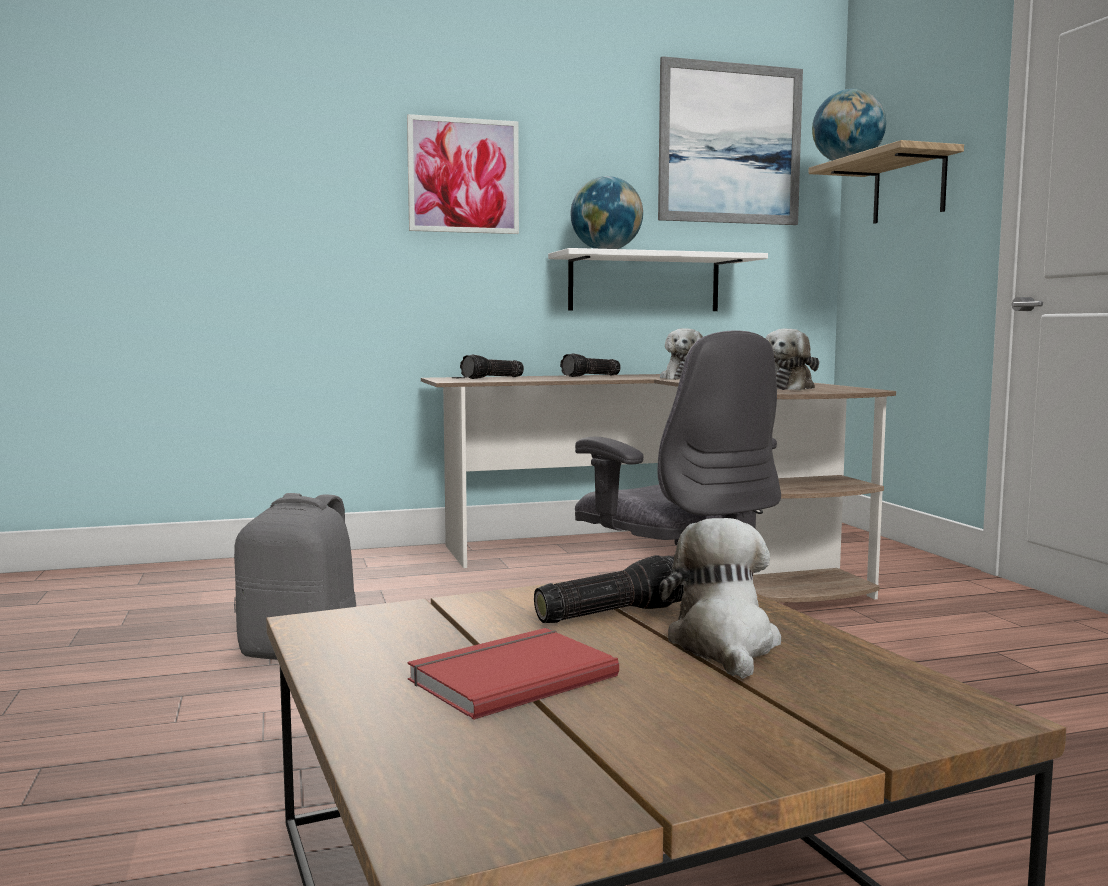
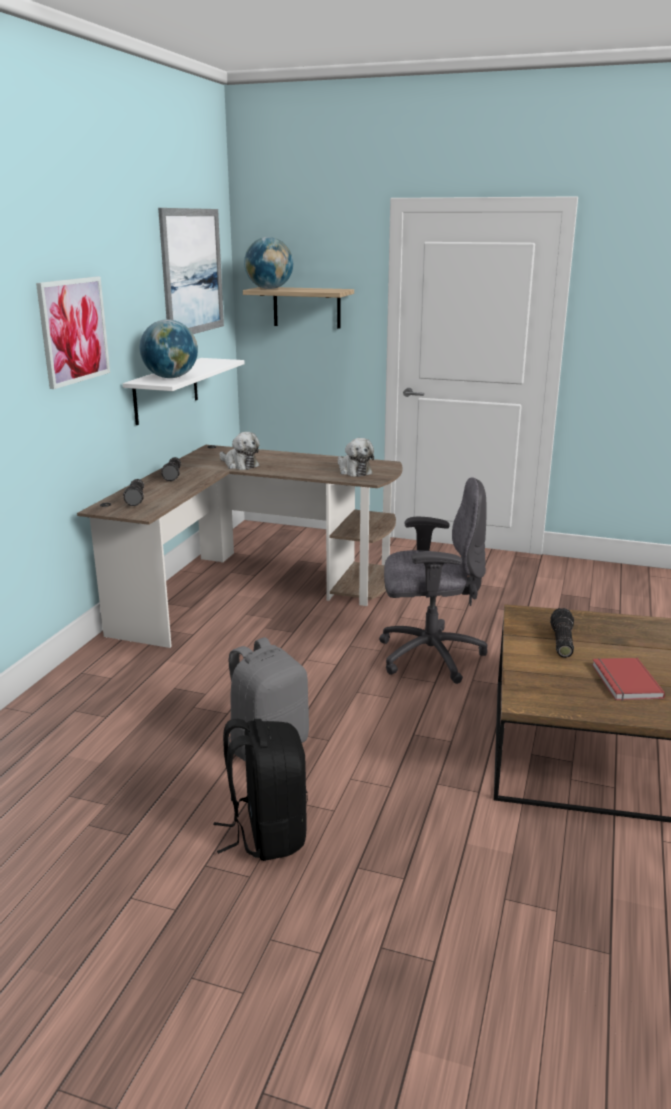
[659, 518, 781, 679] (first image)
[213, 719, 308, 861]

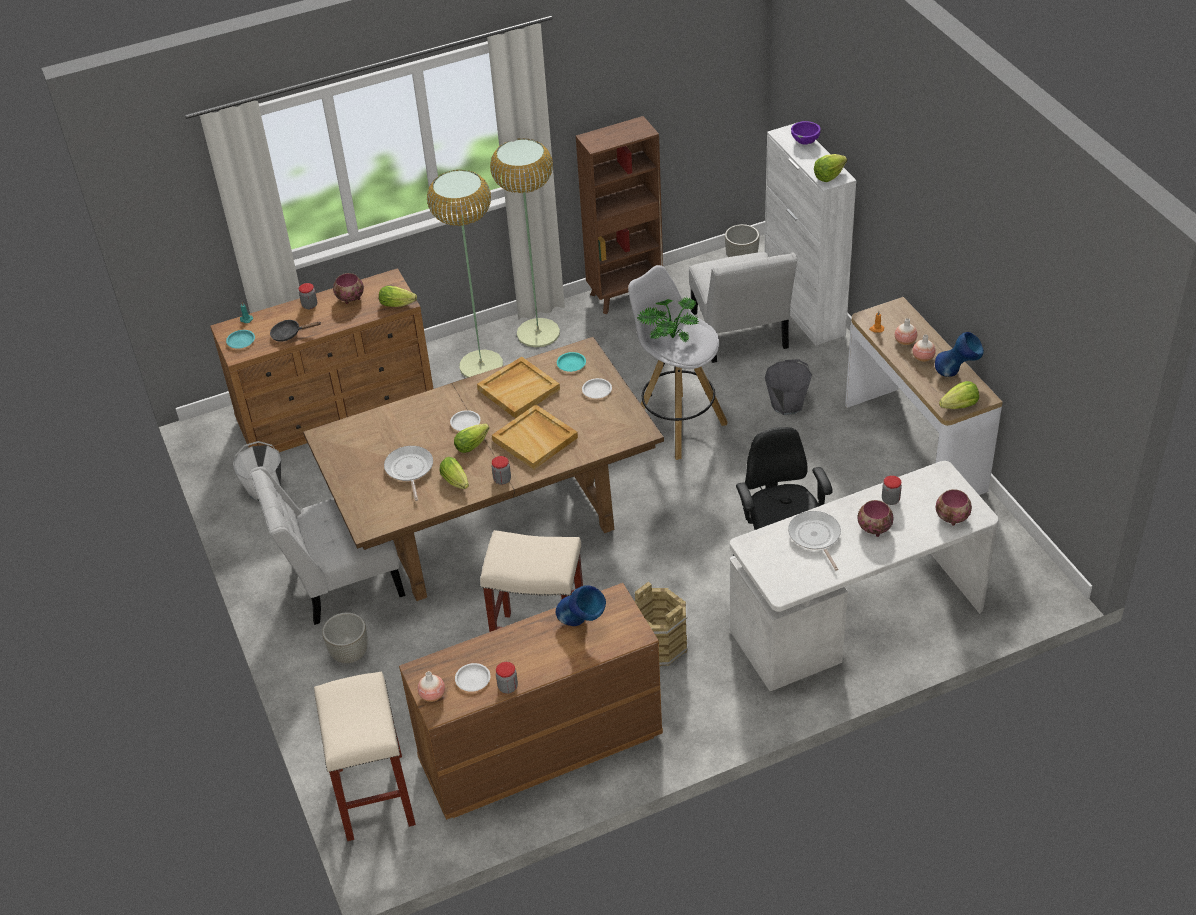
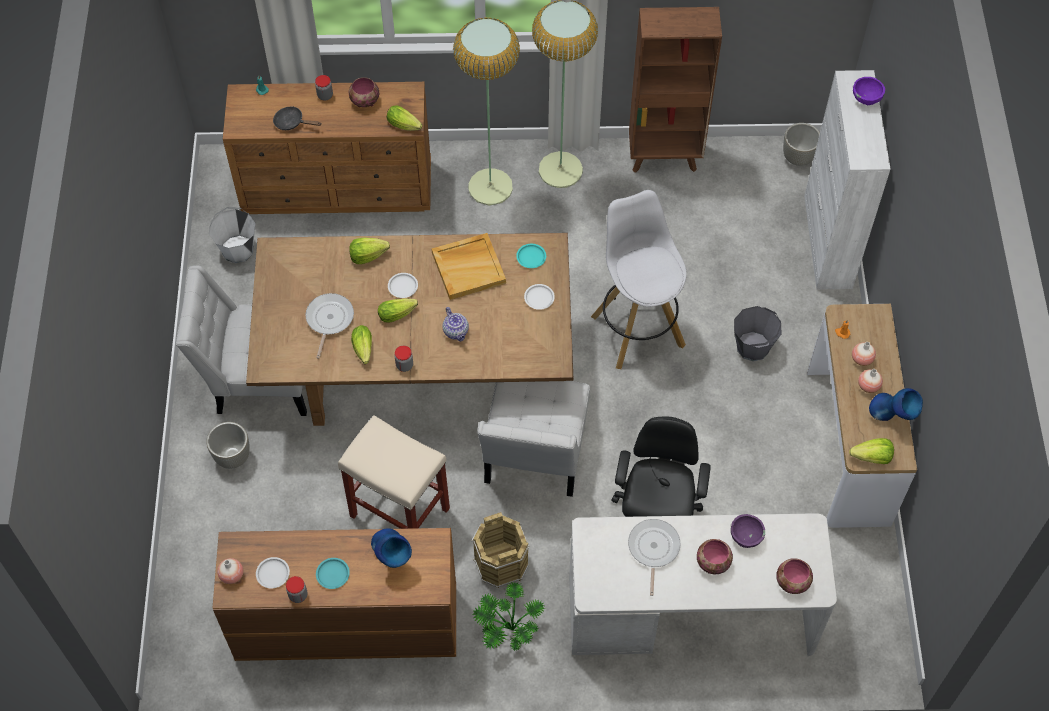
[349, 238, 390, 264]
[477, 381, 590, 497]
[472, 582, 545, 652]
[316, 558, 350, 589]
[442, 307, 469, 341]
[731, 514, 765, 548]
[314, 671, 416, 841] (first image)

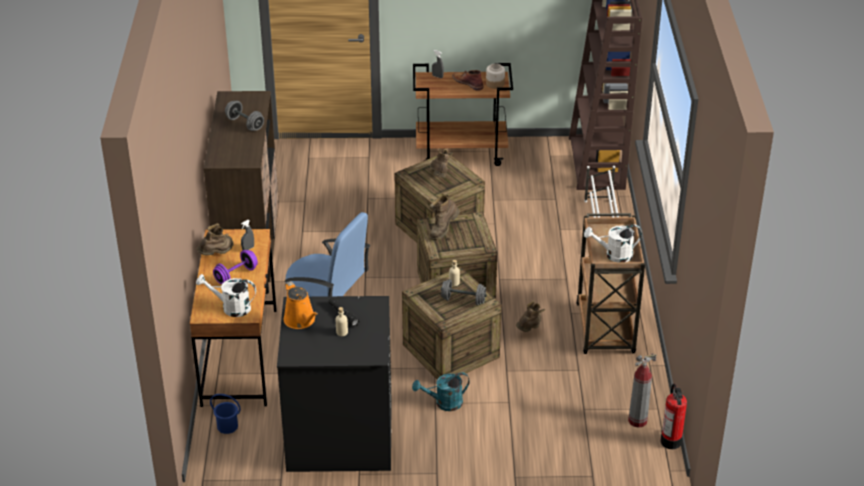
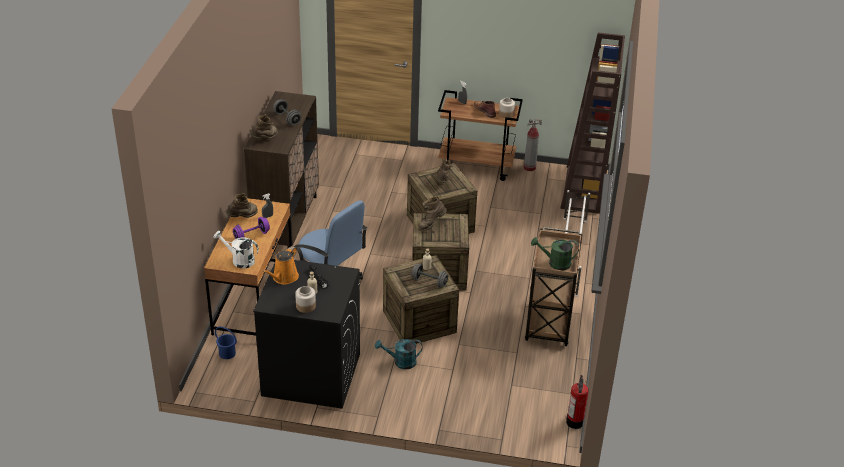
[531, 237, 579, 270]
[263, 246, 299, 285]
[249, 115, 278, 139]
[524, 119, 542, 171]
[295, 286, 316, 313]

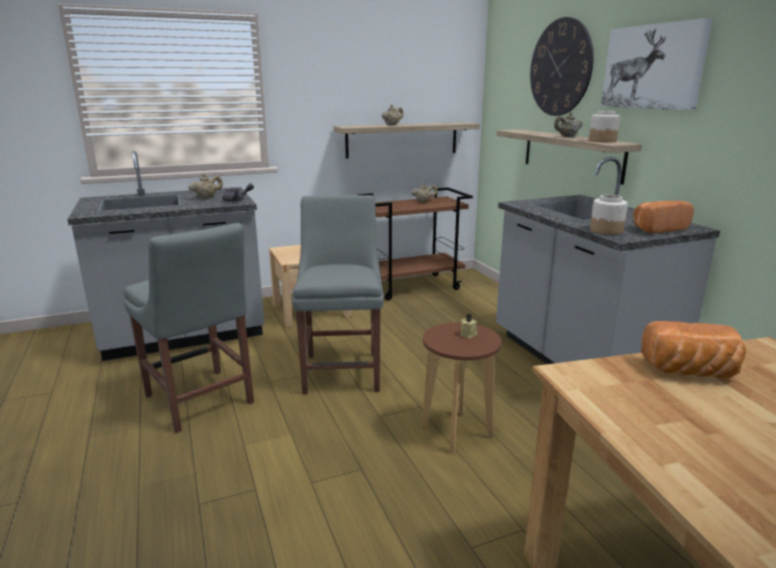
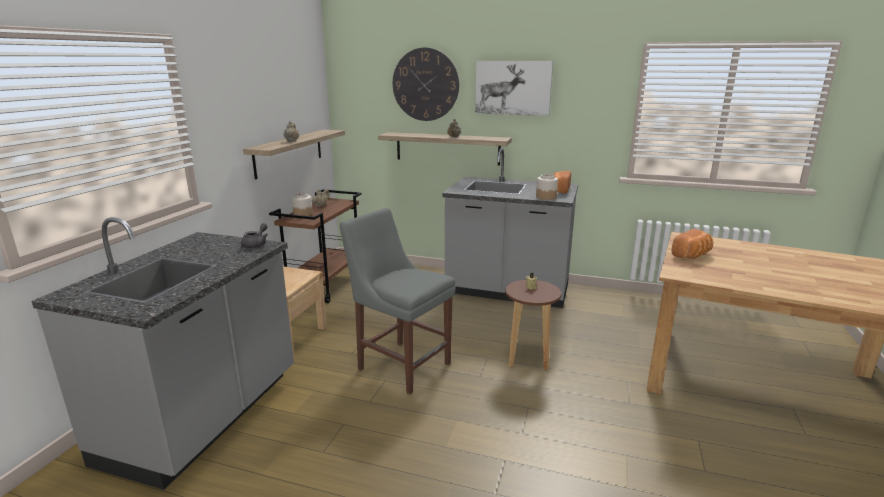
[292, 193, 313, 216]
[188, 173, 223, 198] (first image)
[124, 223, 254, 433] (first image)

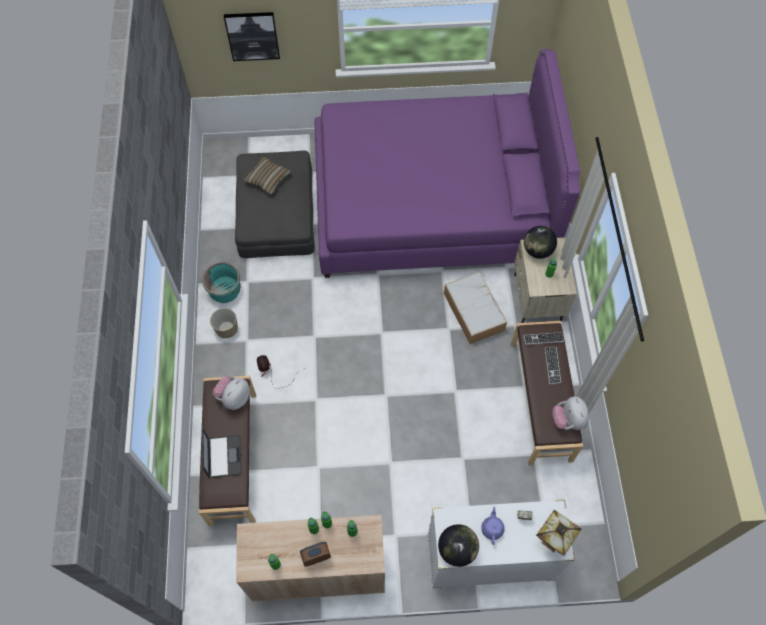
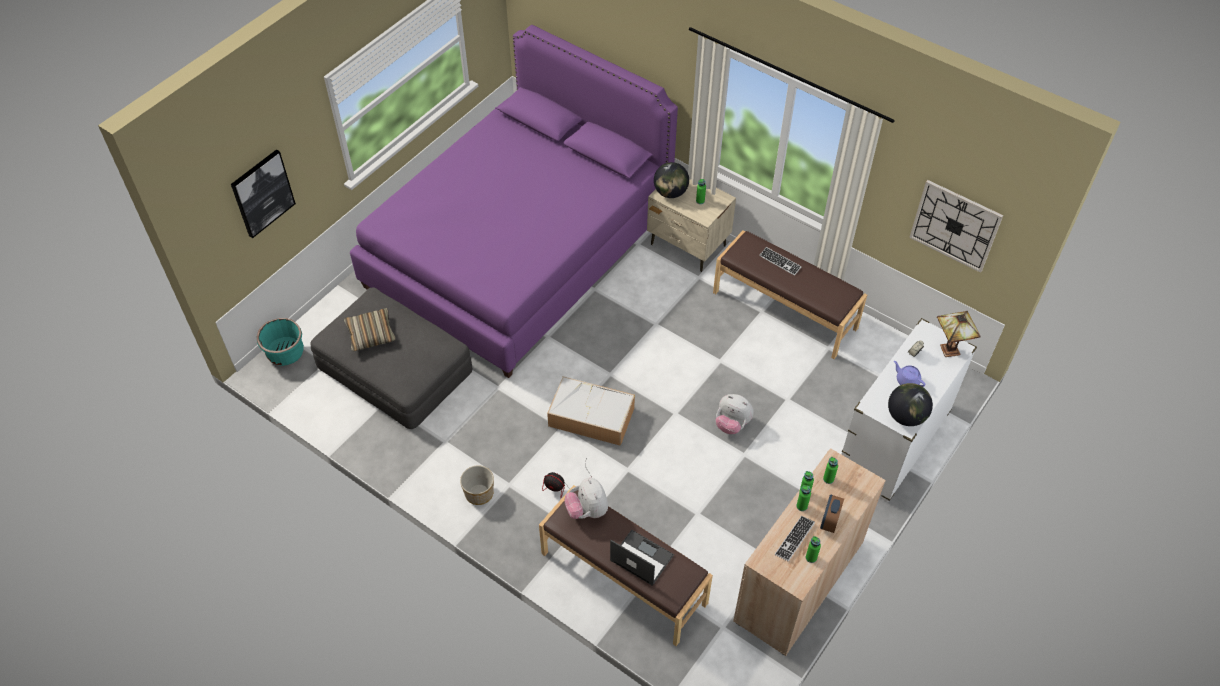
[257, 318, 304, 366]
[547, 376, 635, 446]
[775, 516, 815, 562]
[716, 394, 754, 434]
[909, 180, 1003, 273]

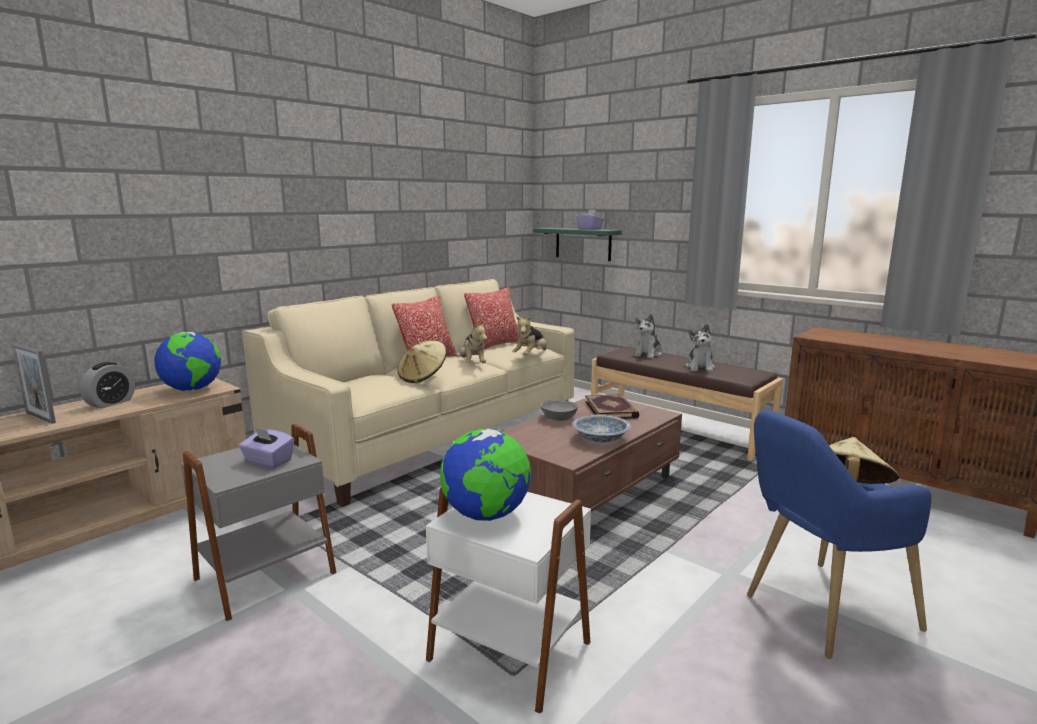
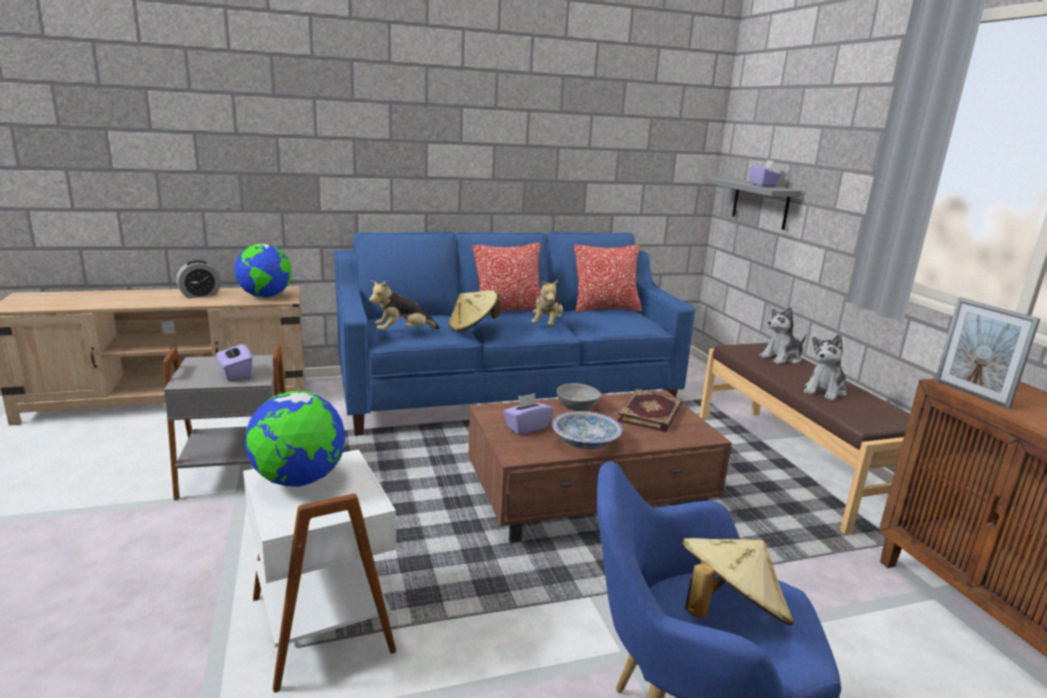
[704, 177, 802, 230]
[334, 232, 695, 436]
[369, 280, 440, 331]
[935, 298, 1040, 409]
[503, 393, 554, 435]

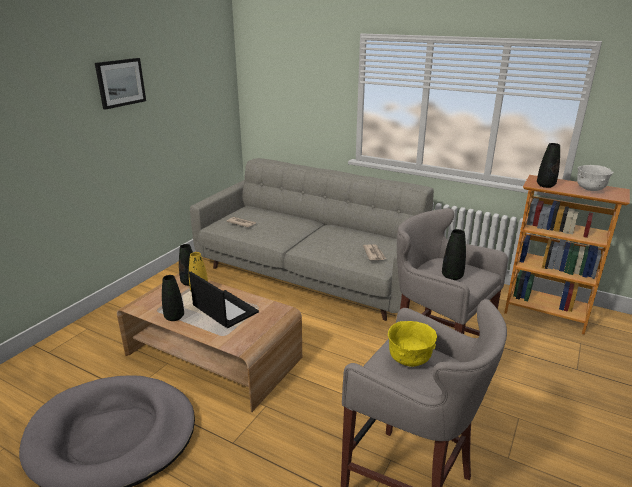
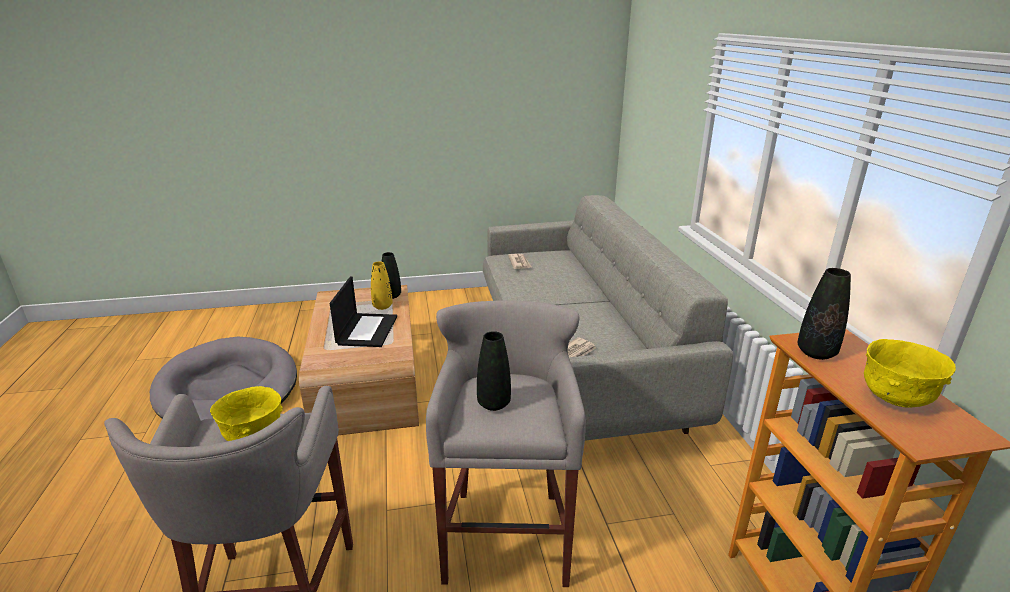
[95, 58, 146, 110] (first image)
[864, 339, 956, 408]
[162, 275, 184, 321] (first image)

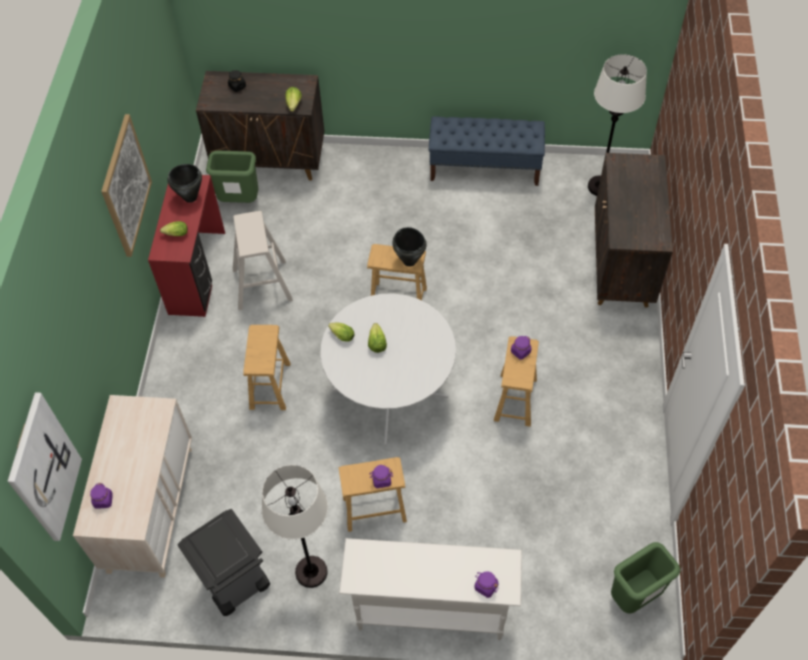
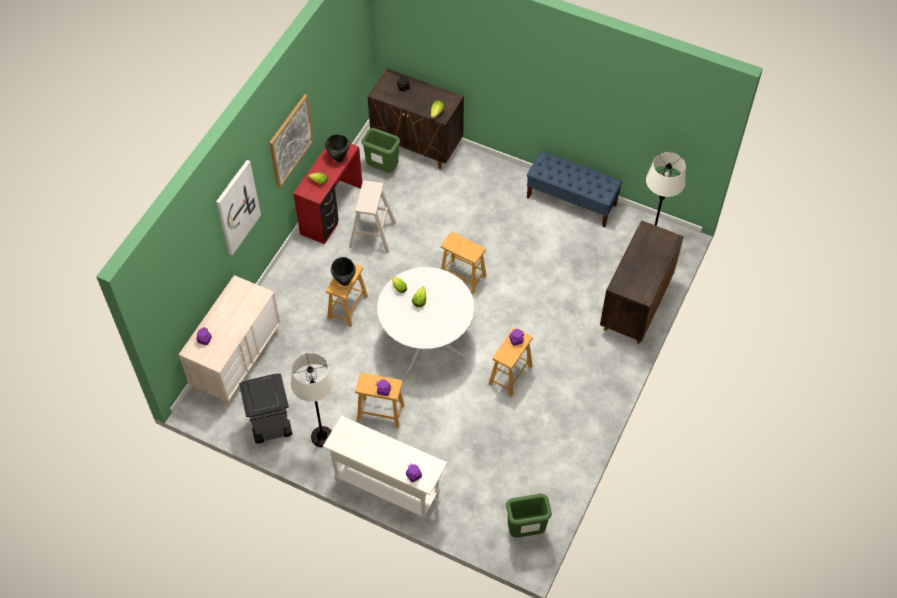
[331, 257, 356, 286]
[216, 160, 261, 255]

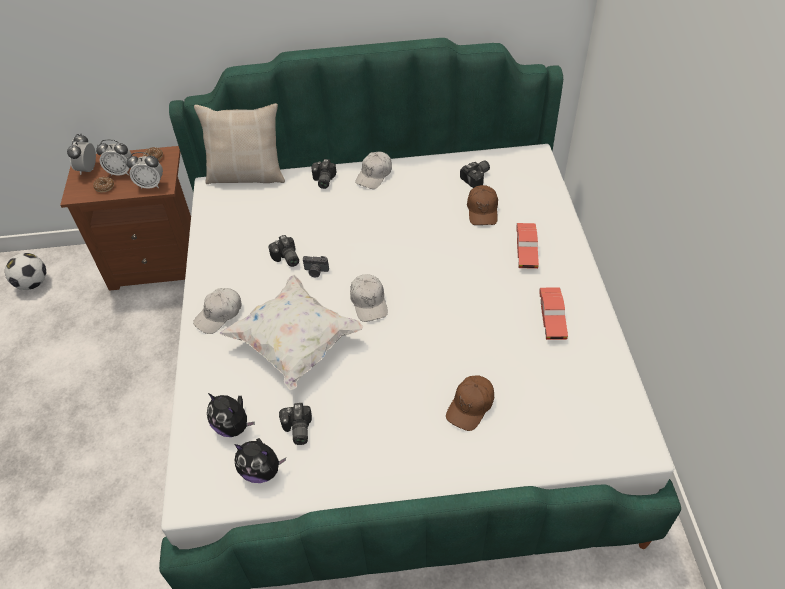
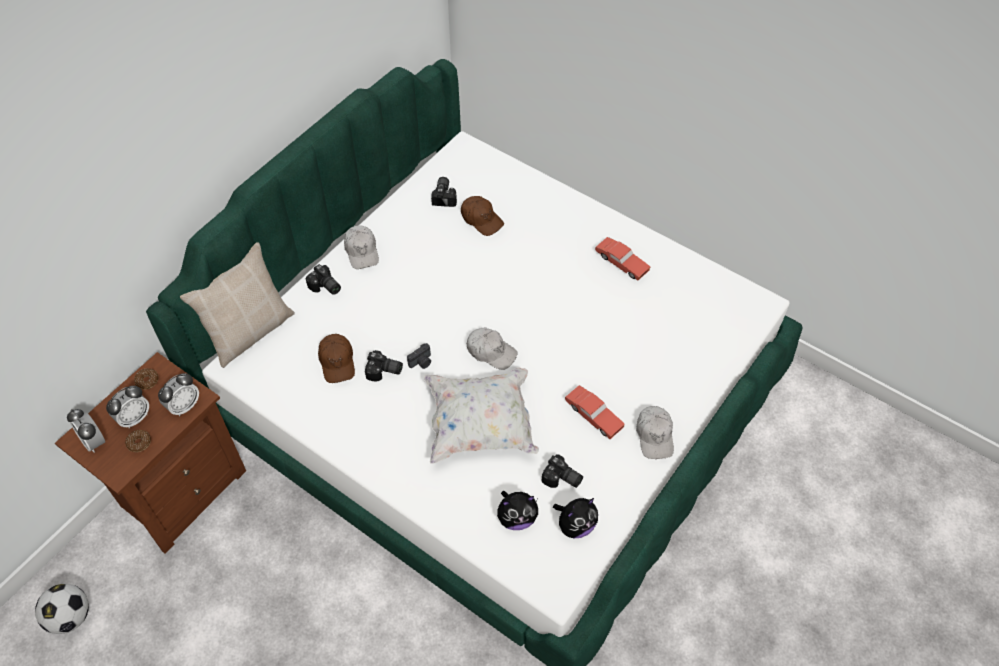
[565, 385, 625, 439]
[636, 406, 674, 459]
[318, 334, 355, 383]

